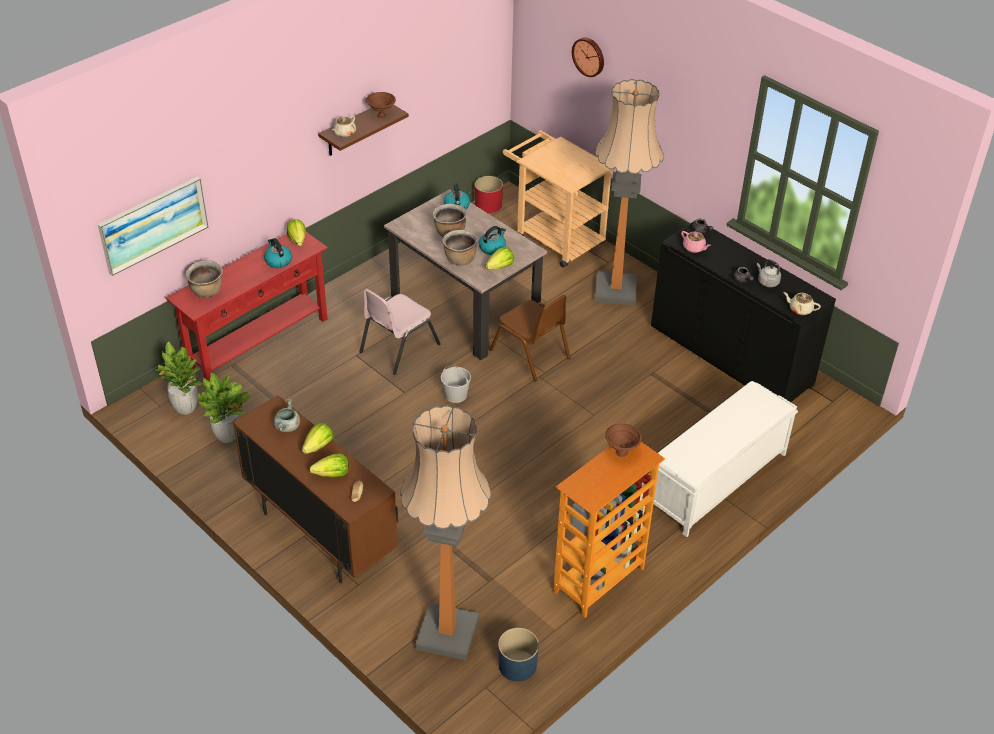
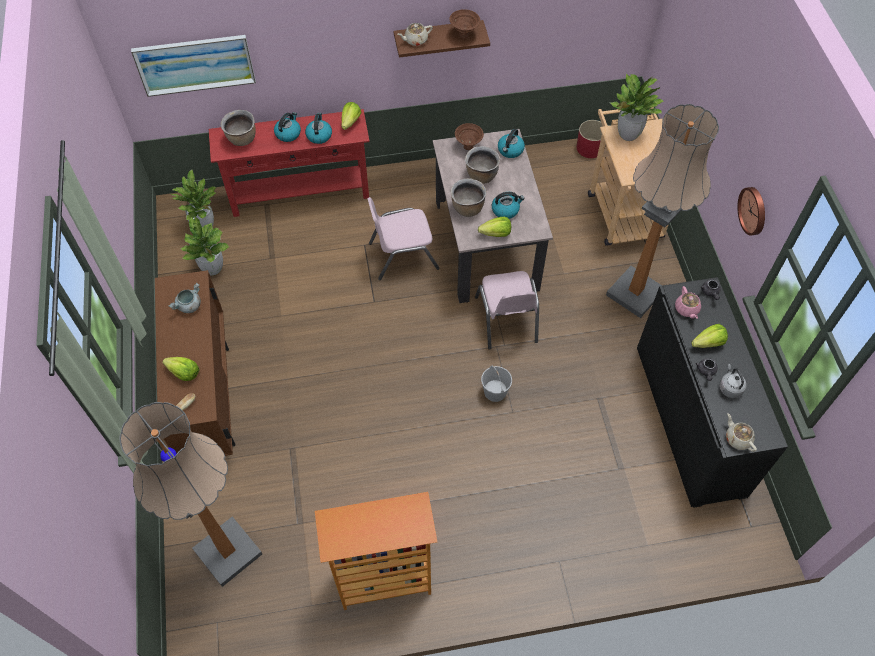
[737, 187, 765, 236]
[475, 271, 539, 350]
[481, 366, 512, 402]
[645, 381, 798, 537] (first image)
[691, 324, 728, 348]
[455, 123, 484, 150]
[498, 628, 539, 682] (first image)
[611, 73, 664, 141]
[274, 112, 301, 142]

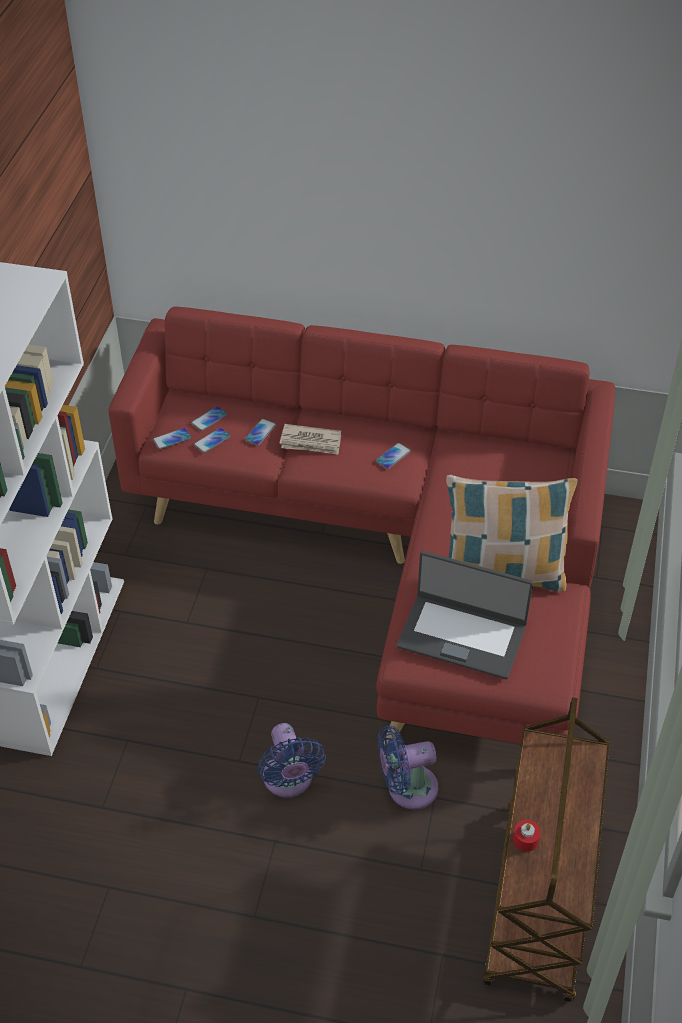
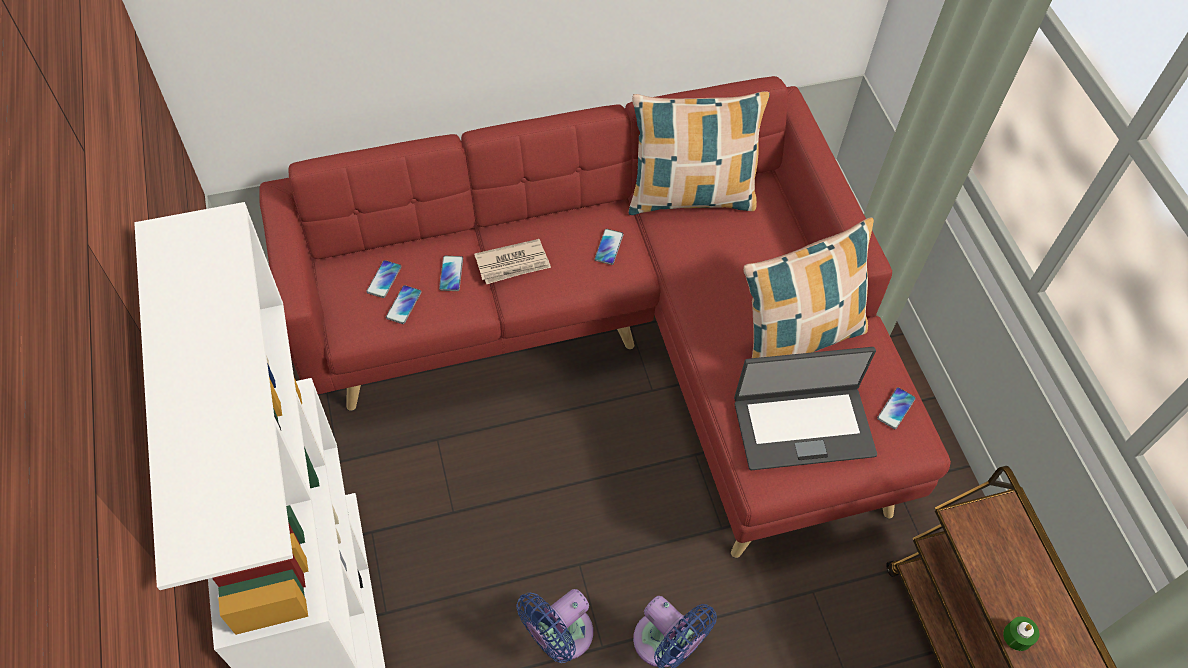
[877, 387, 916, 429]
[516, 589, 593, 663]
[1003, 616, 1039, 651]
[629, 91, 770, 215]

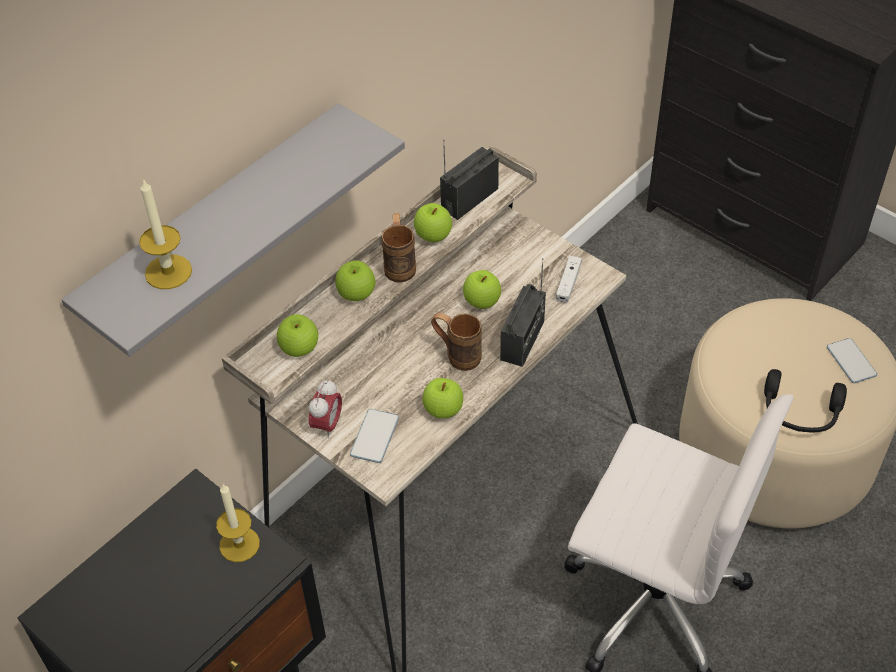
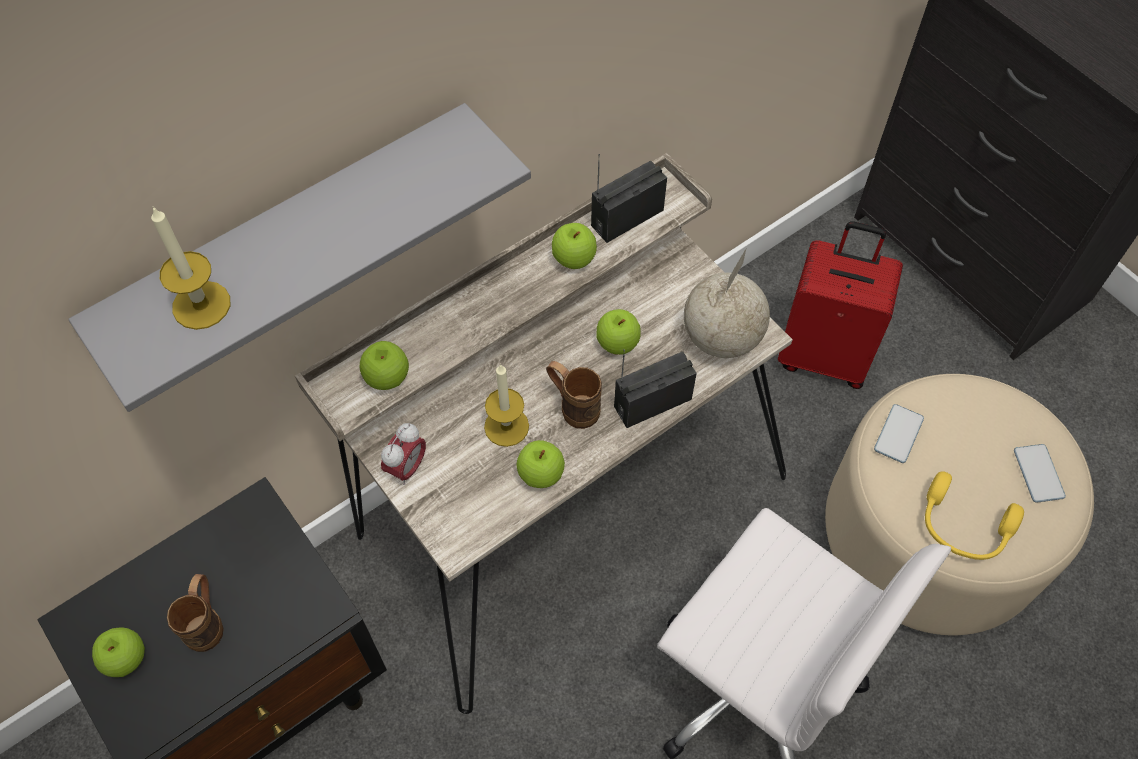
[167, 574, 224, 652]
[684, 247, 770, 358]
[614, 349, 697, 428]
[92, 627, 145, 677]
[925, 471, 1024, 560]
[874, 404, 924, 463]
[484, 364, 529, 447]
[778, 222, 903, 389]

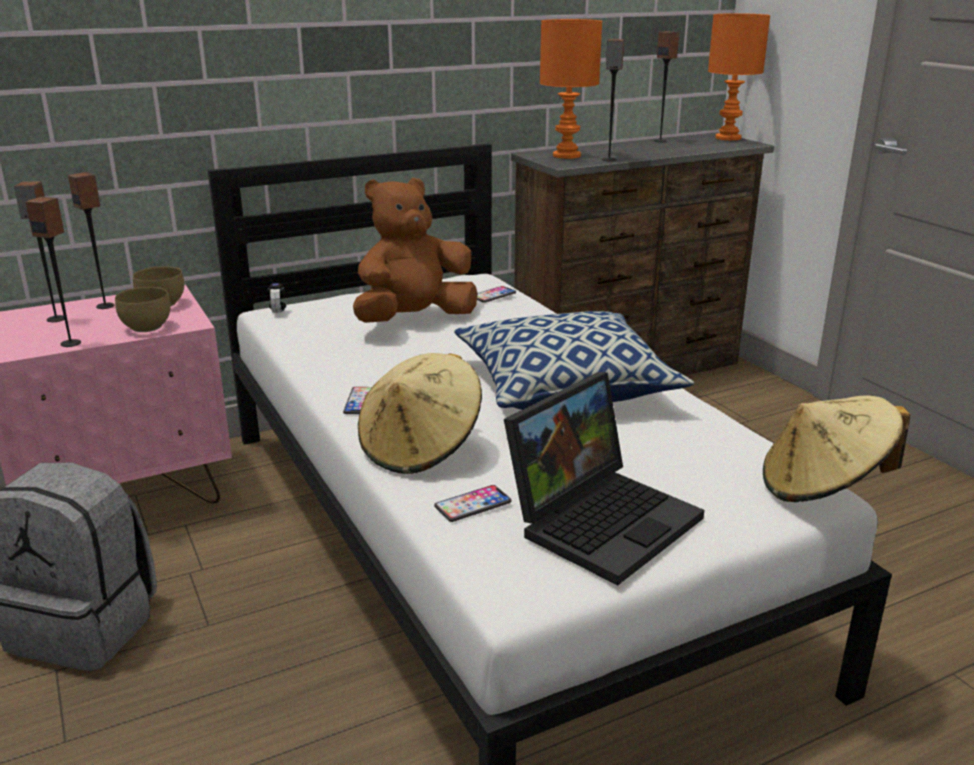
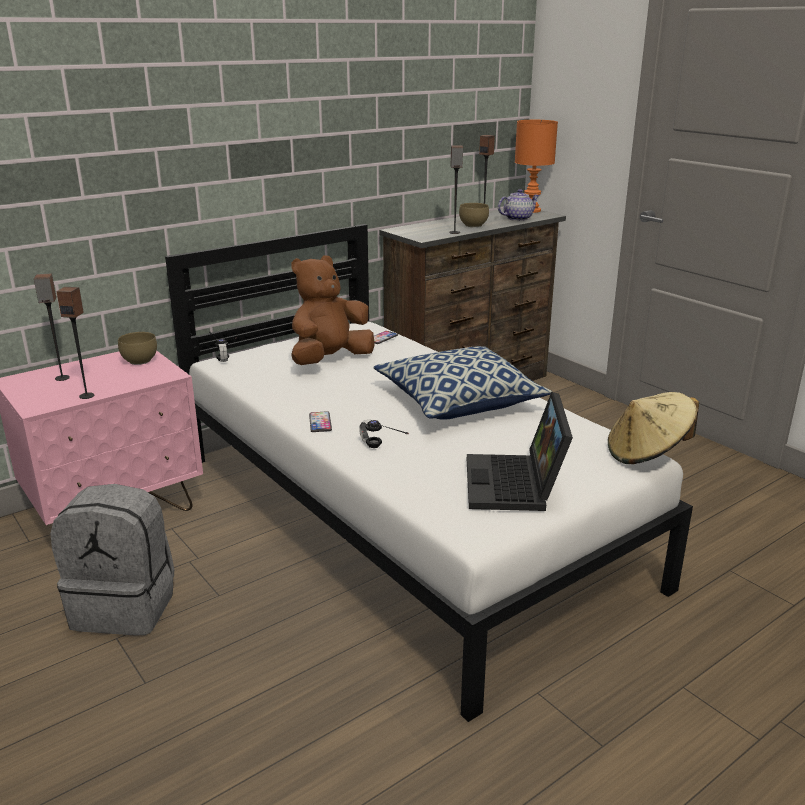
[540, 19, 602, 159] (first image)
[68, 172, 114, 309] (first image)
[459, 203, 489, 227]
[359, 420, 409, 448]
[467, 392, 573, 511]
[434, 485, 511, 522] (first image)
[498, 189, 540, 221]

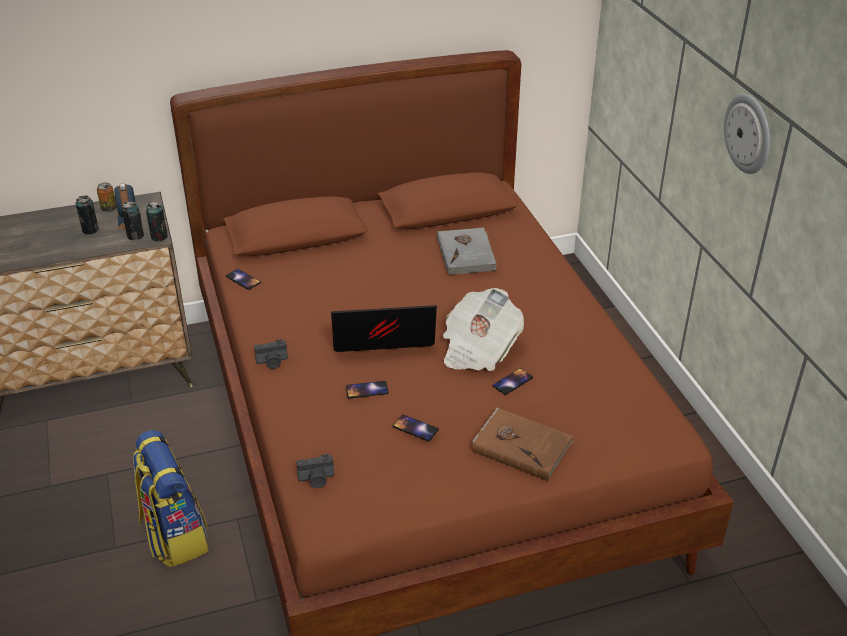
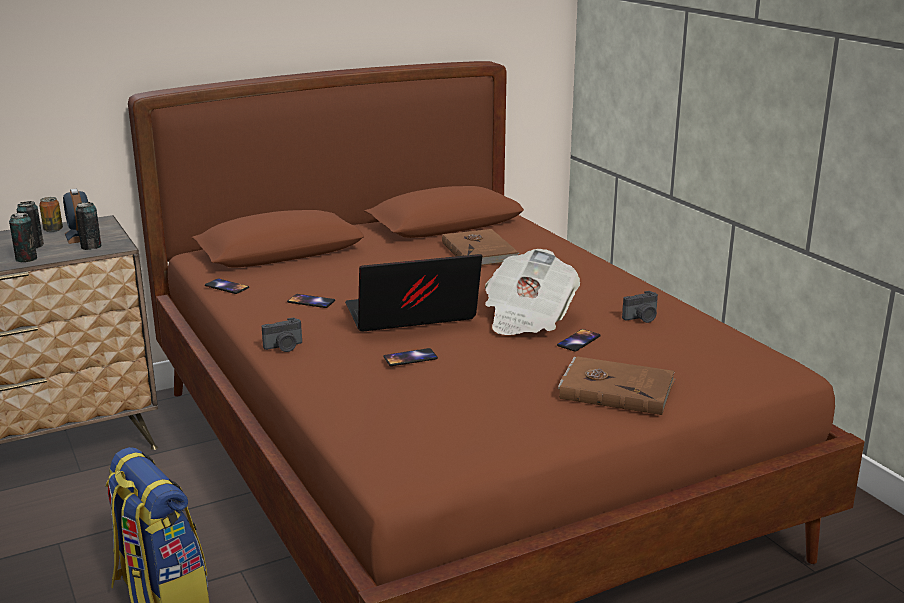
[724, 94, 770, 174] (first image)
[9, 213, 37, 262]
[442, 229, 520, 266]
[287, 294, 335, 308]
[622, 291, 658, 323]

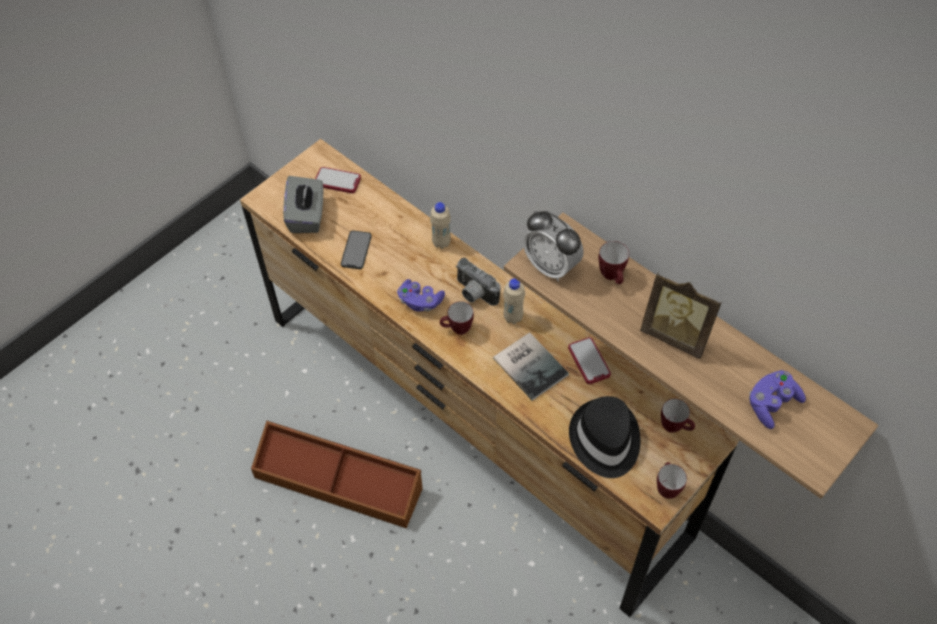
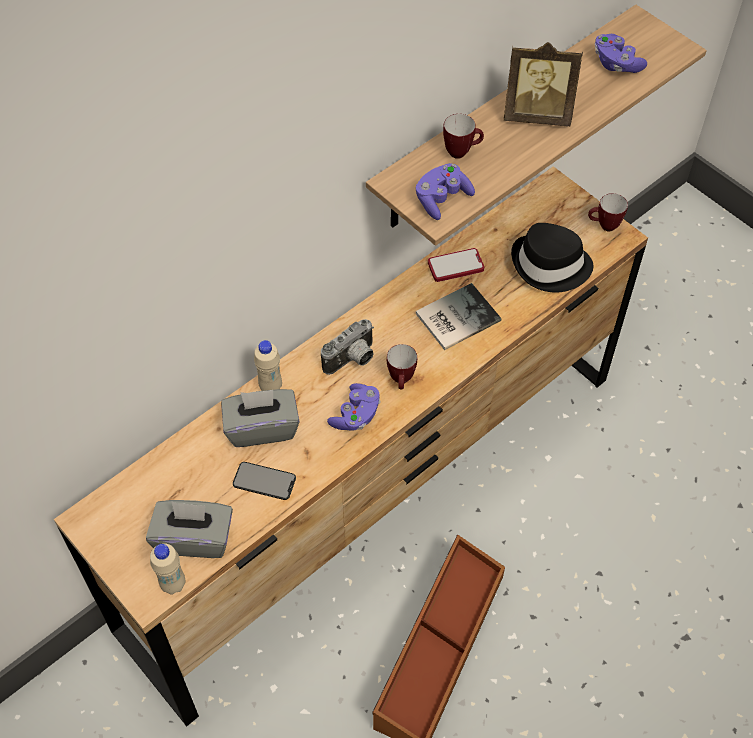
[315, 167, 361, 193] (first image)
[416, 163, 475, 220]
[504, 42, 583, 126]
[150, 543, 185, 594]
[661, 399, 695, 433] (first image)
[221, 389, 300, 447]

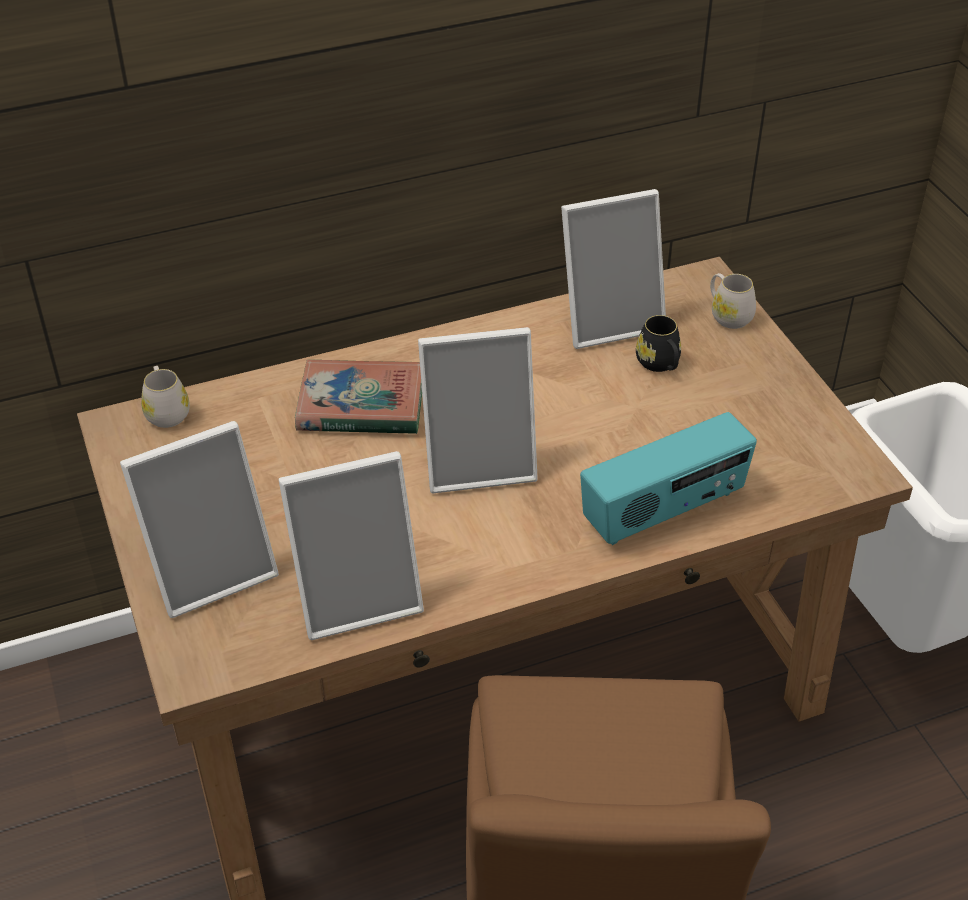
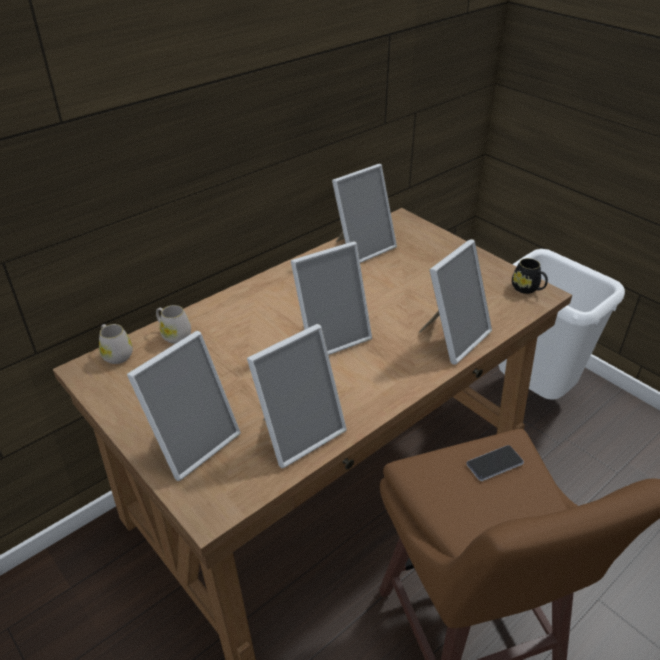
[156, 305, 191, 344]
[512, 258, 548, 294]
[295, 360, 422, 434] (first image)
[419, 239, 492, 365]
[466, 445, 524, 481]

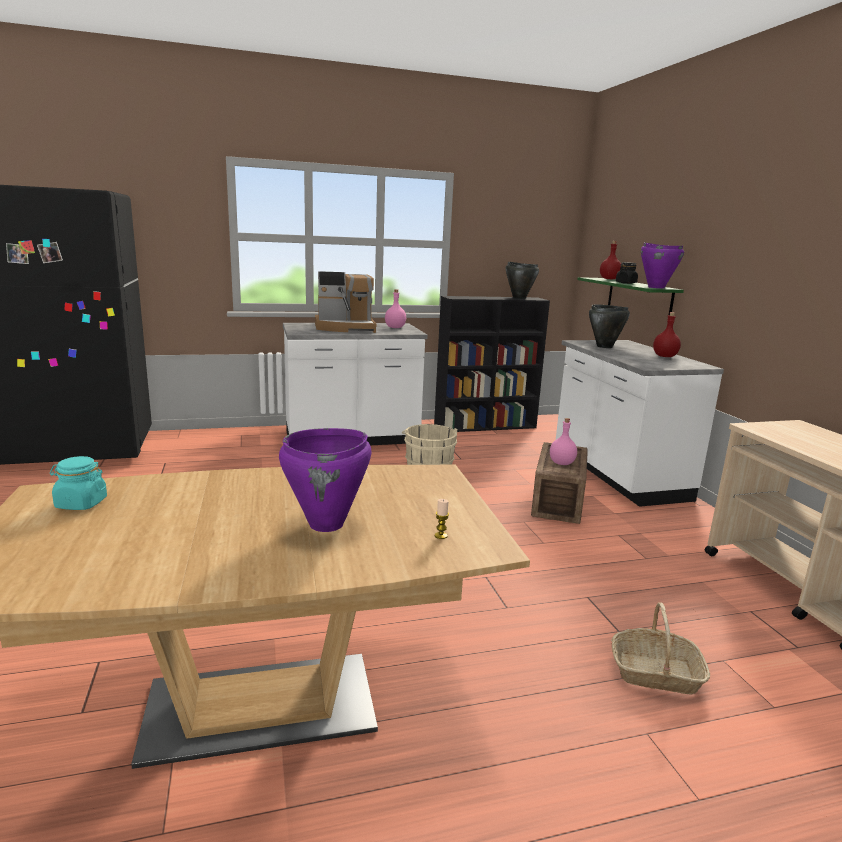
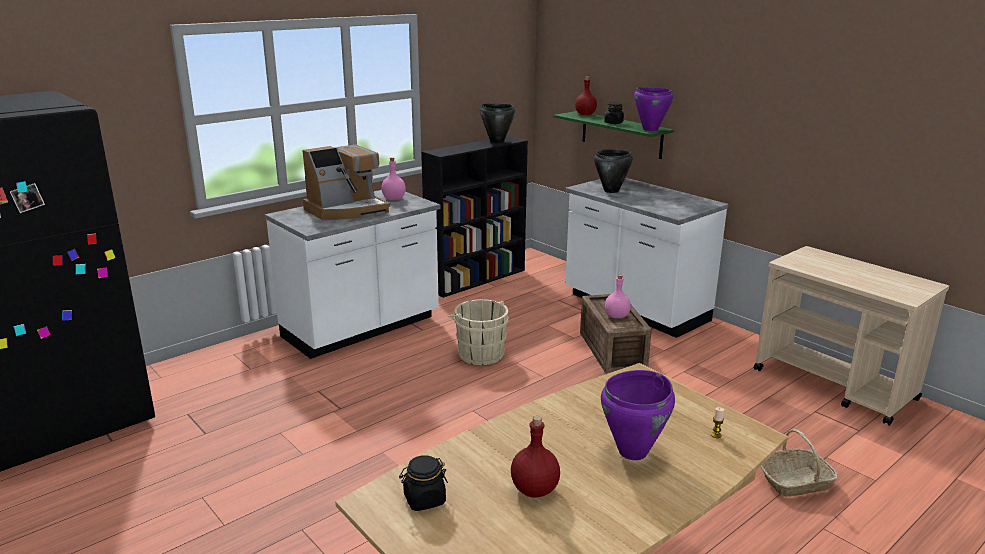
[511, 416, 560, 498]
[399, 455, 448, 511]

